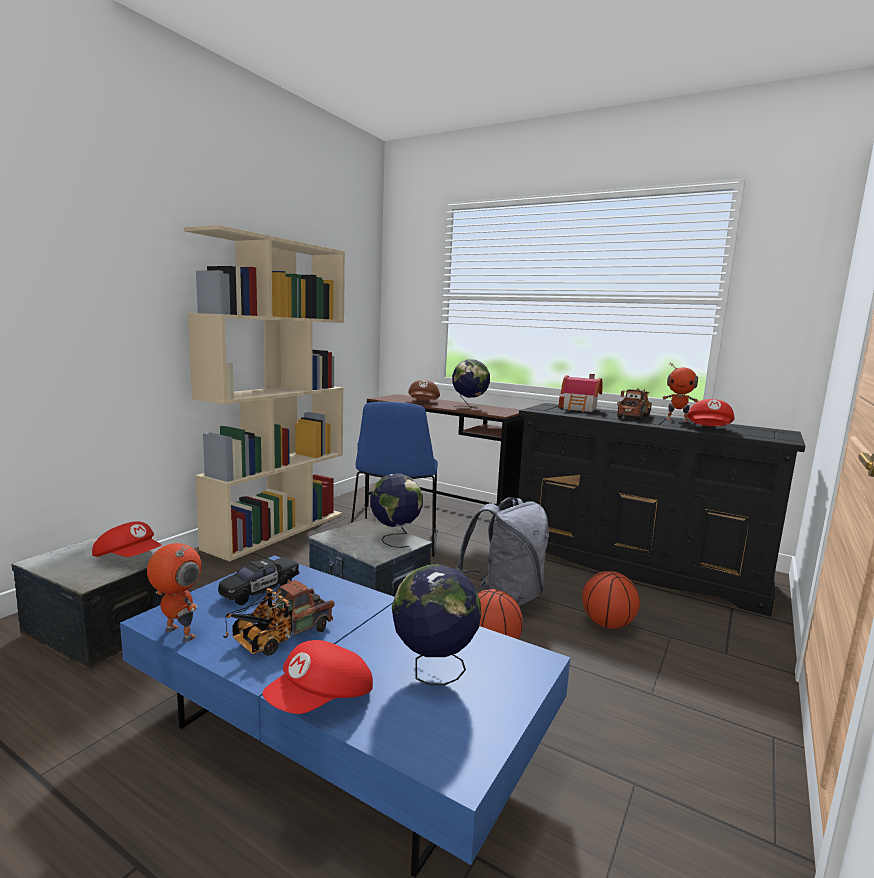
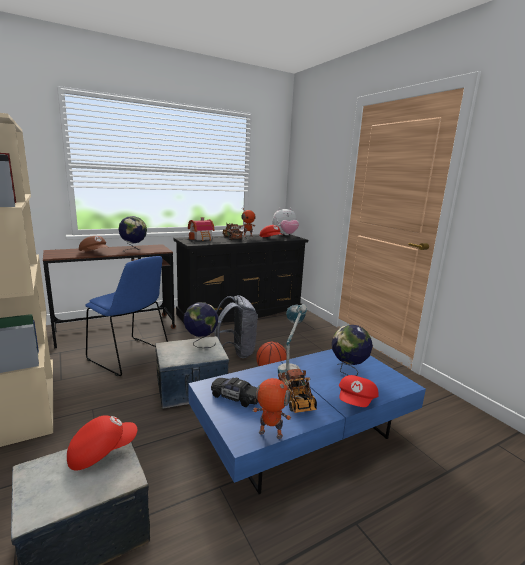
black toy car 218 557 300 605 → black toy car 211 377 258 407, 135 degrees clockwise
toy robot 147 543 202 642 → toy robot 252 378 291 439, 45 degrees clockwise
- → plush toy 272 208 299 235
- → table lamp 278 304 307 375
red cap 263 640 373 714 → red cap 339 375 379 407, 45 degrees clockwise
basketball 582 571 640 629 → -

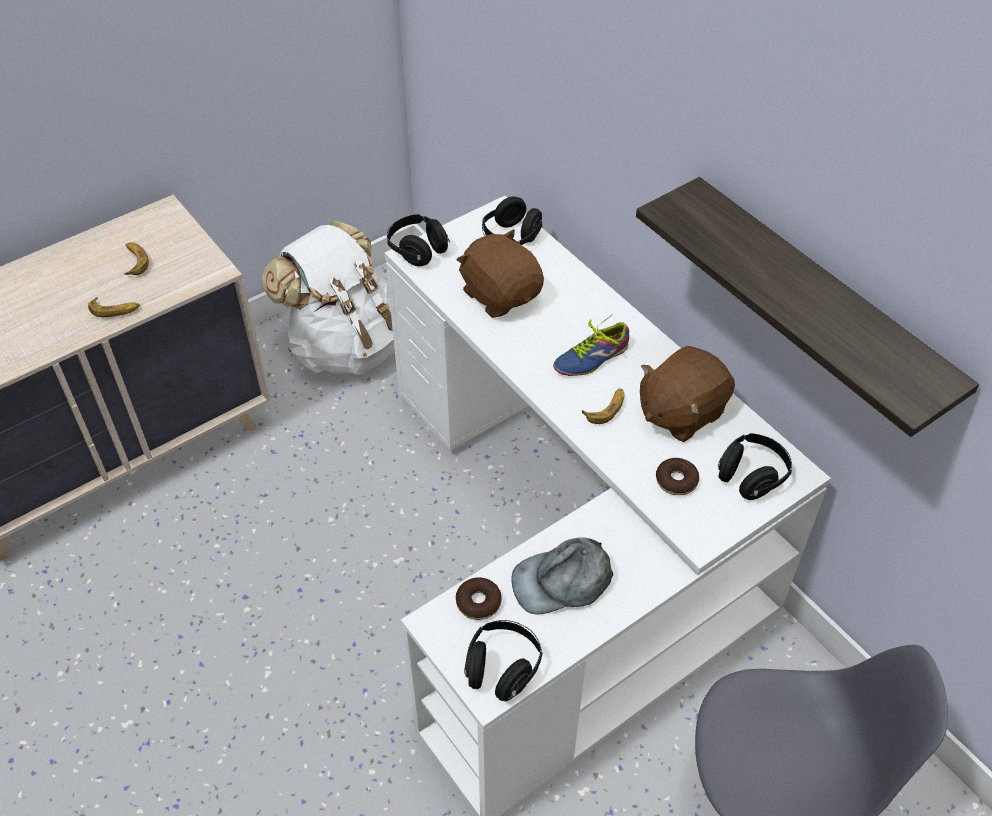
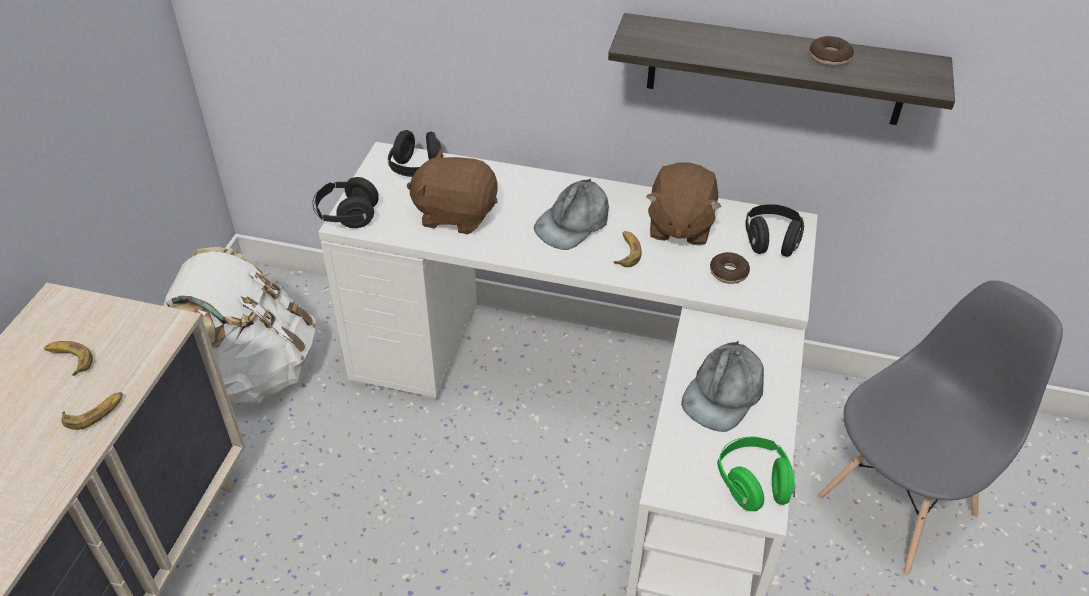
shoe 553 315 629 376 → grey cap 534 179 609 250
black headphones 464 620 542 701 → green headphones 717 437 796 511
donut 456 577 502 620 → donut 810 36 854 67, move

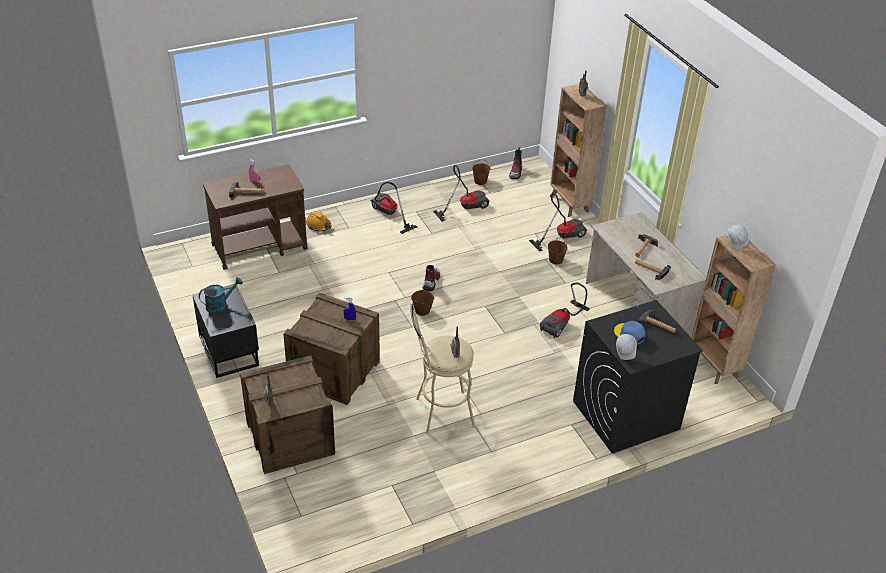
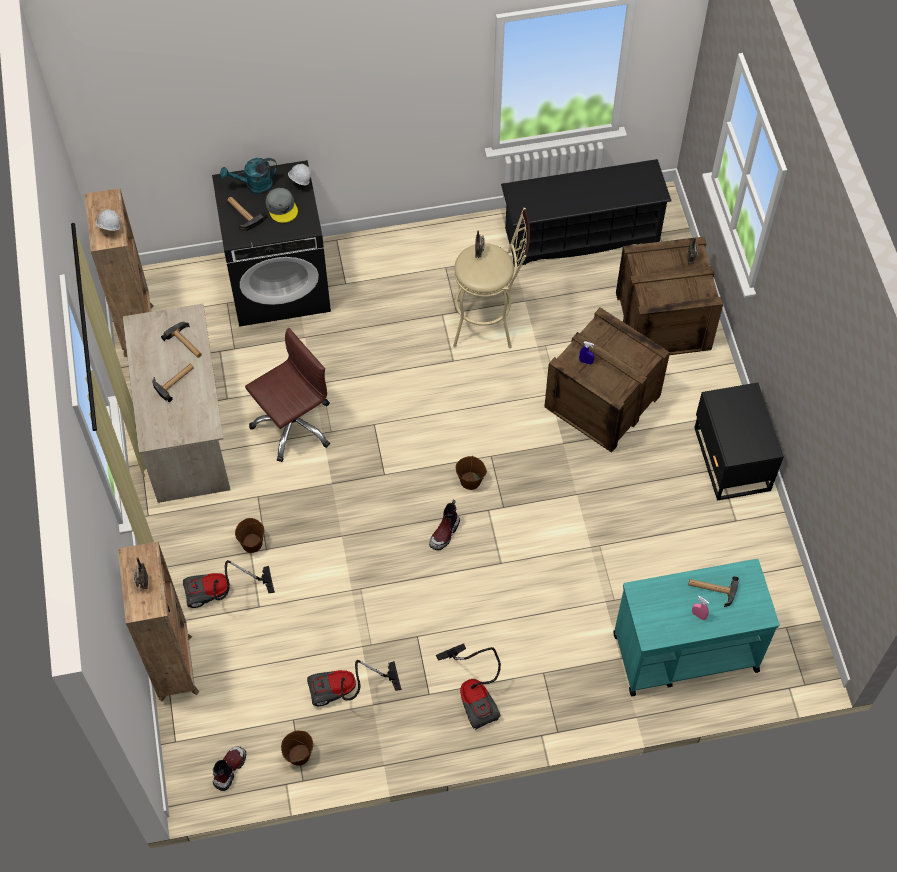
turquoise watering can 199 277 243 314 → turquoise watering can 220 158 277 194, move
vacuum cleaner 540 282 590 338 → brown office chair 245 328 330 462
blue cap 614 321 646 345 → grey cap 266 188 298 223
- → black shoe rack 501 159 671 266
brown cart 203 164 308 270 → turquoise cart 613 559 779 696
orange hard hat 306 212 332 232 → -

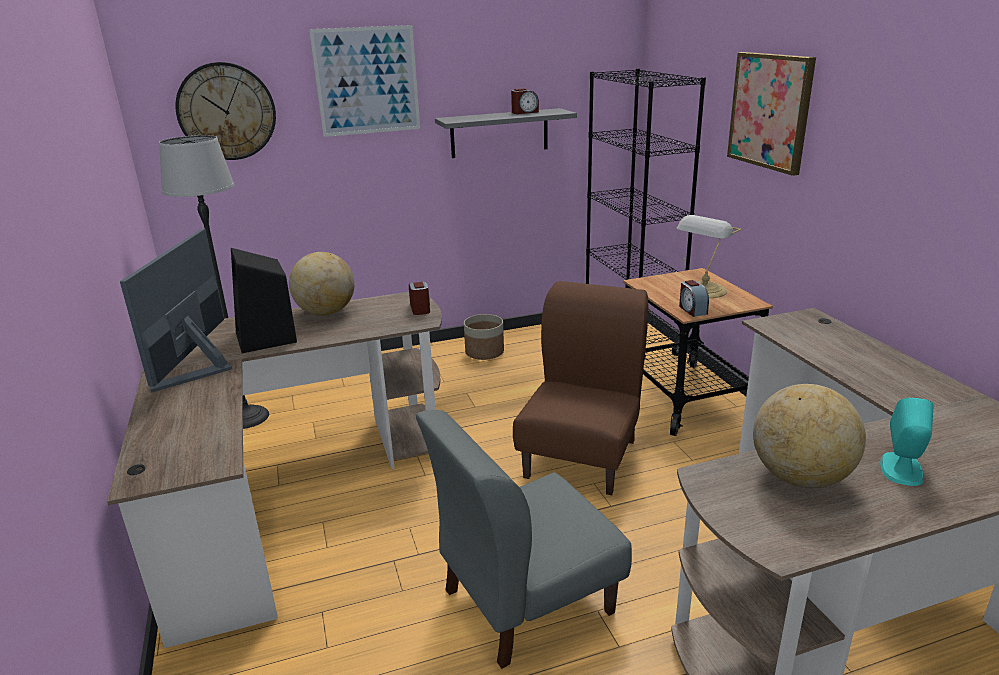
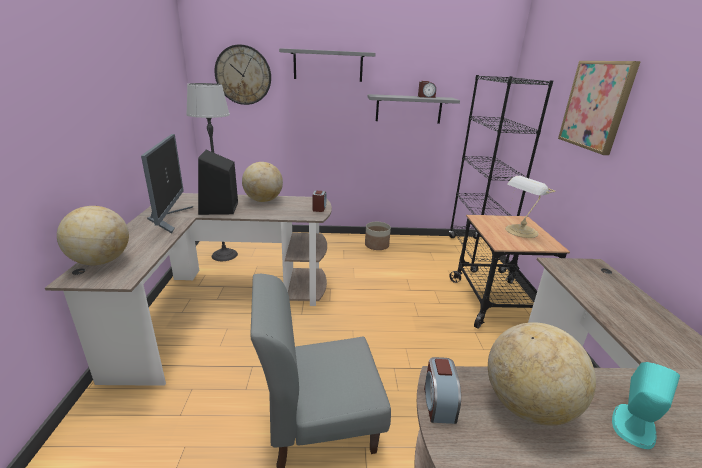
- → globe 57 206 129 265
monitor 120 229 232 393 → monitor 141 134 193 234, 150 degrees clockwise
picture 309 25 420 137 → grey shelf 279 48 376 82
alarm clock 679 280 709 317 → alarm clock 424 357 461 424, move
brown chair 513 281 648 495 → -

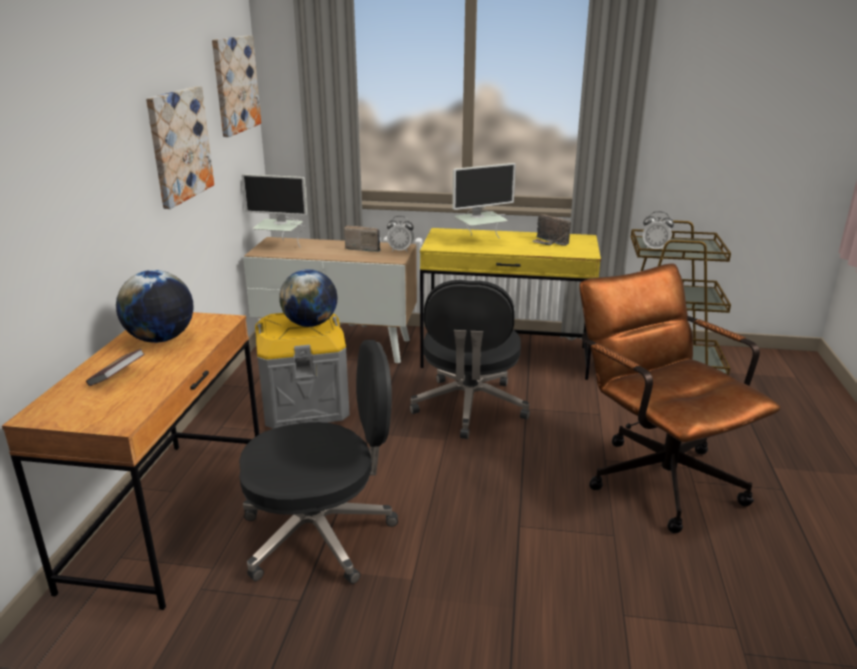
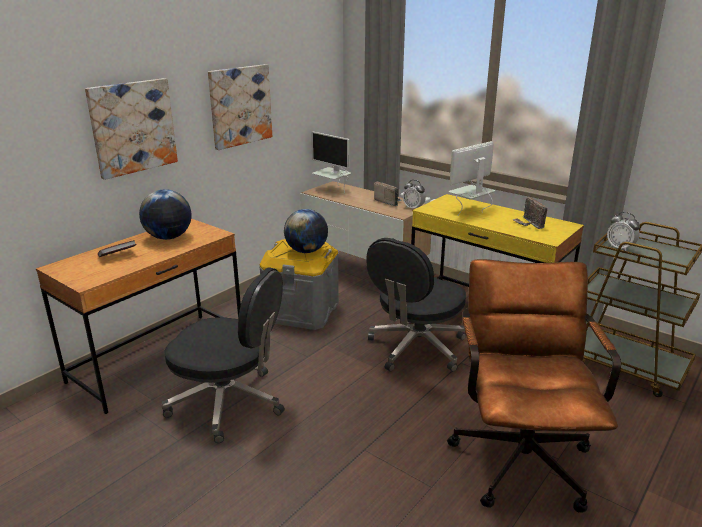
picture 212 35 261 137 → picture 85 78 178 180, move
monitor 452 163 516 239 → monitor 448 141 495 216, 135 degrees clockwise

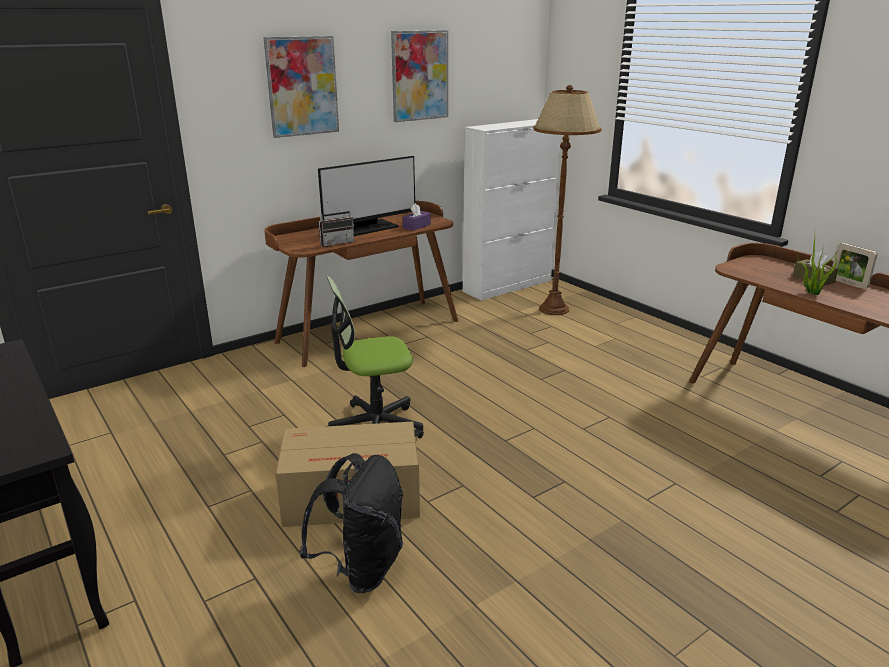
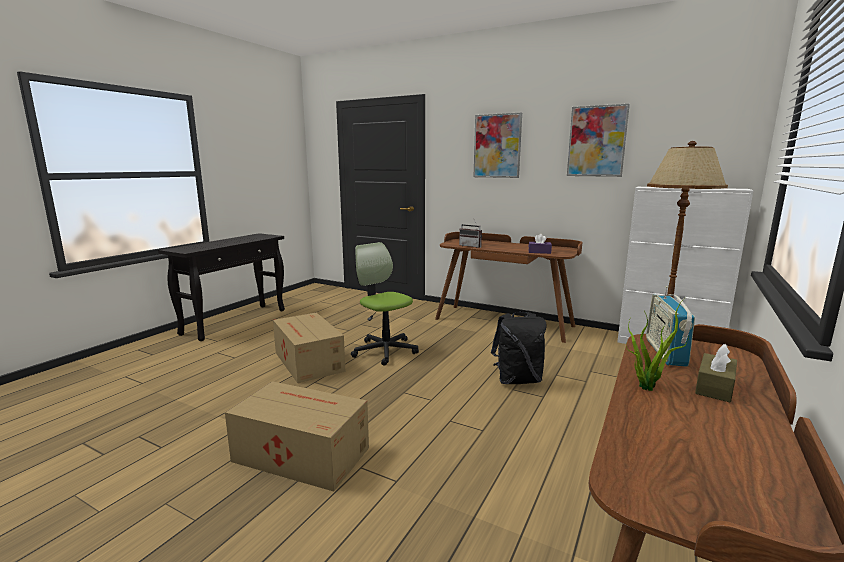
- → cardboard box 225 381 369 492
black backpack 300 453 403 593 → black backpack 491 312 546 384, move
- → radio 646 286 695 367
monitor 318 156 415 236 → -
picture frame 832 243 877 289 → -

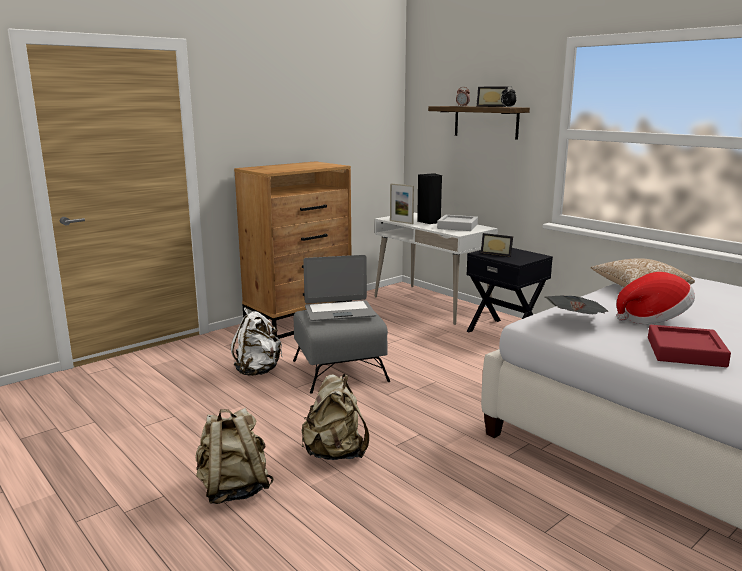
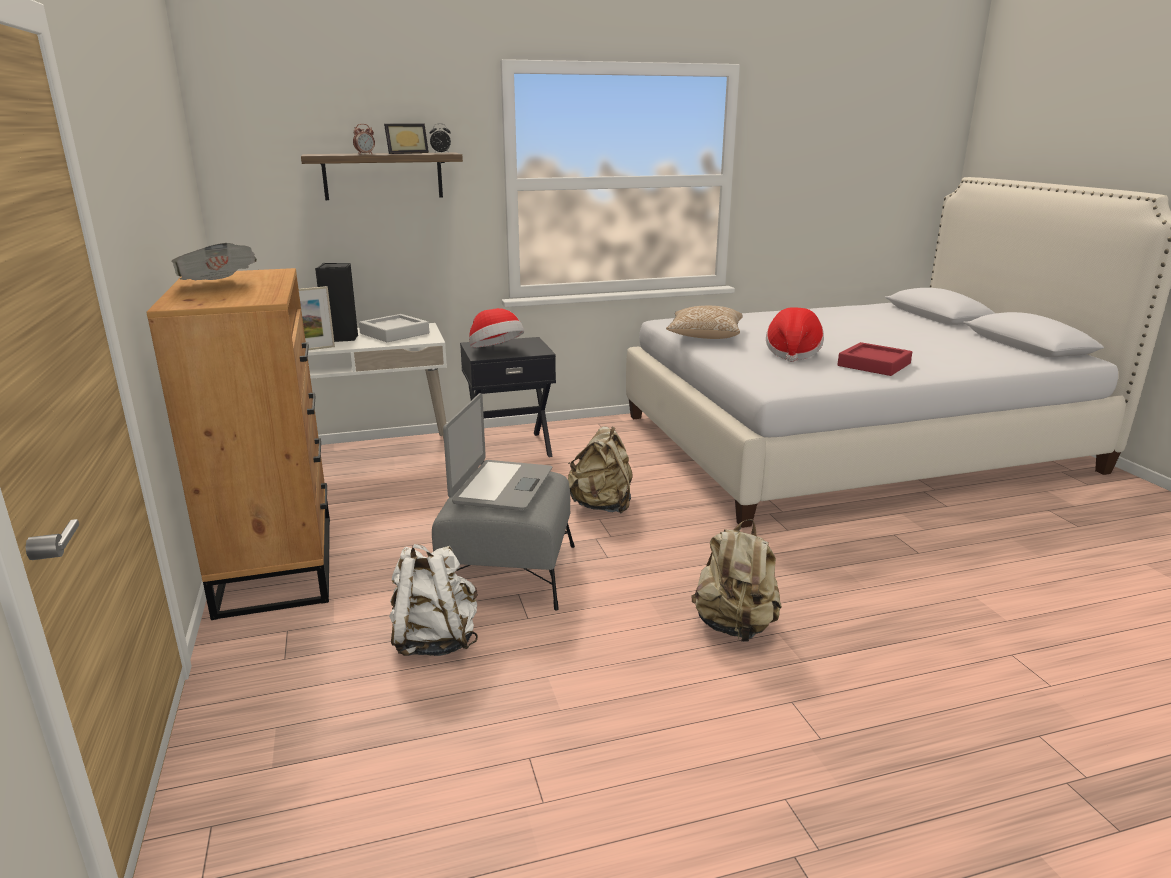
newspaper 545 296 608 314 → newspaper 172 243 257 280, move
picture frame 481 233 513 257 → hat 469 308 524 348
beige backpack 196 408 274 504 → beige backpack 568 426 633 513, move

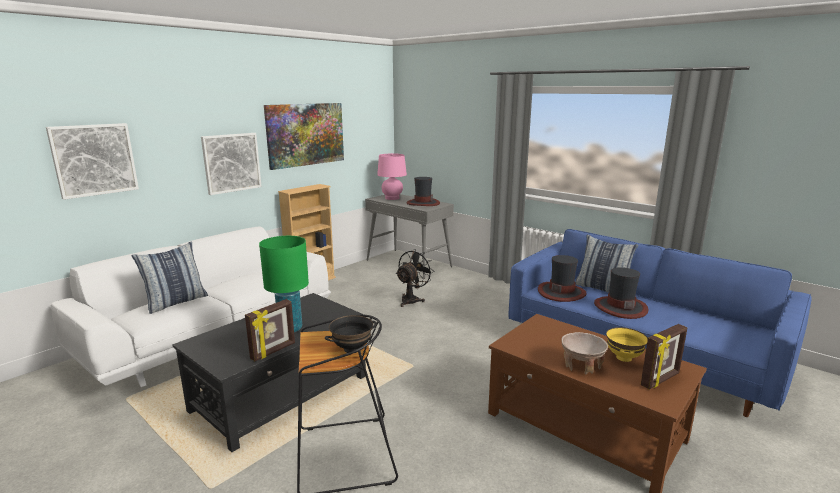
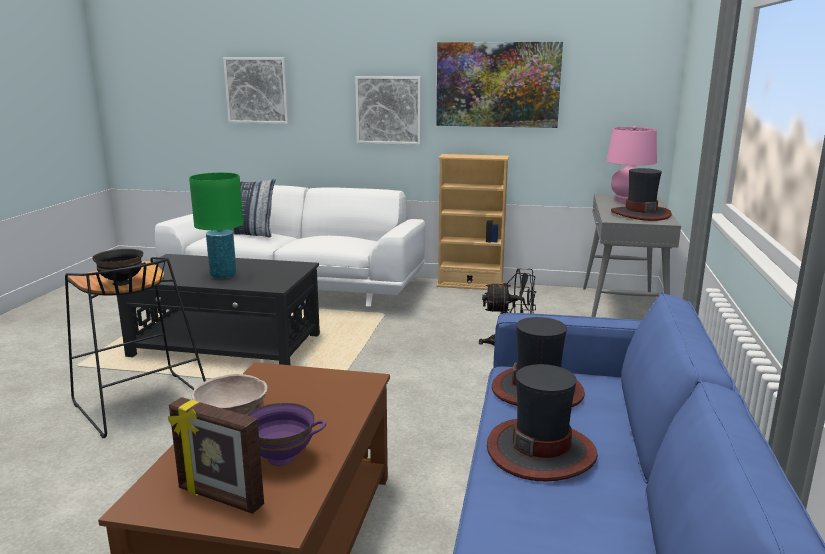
yellow bowl 606 327 648 362 → purple bowl 247 403 326 466
picture frame 245 299 295 361 → -
pillow 575 235 638 293 → -

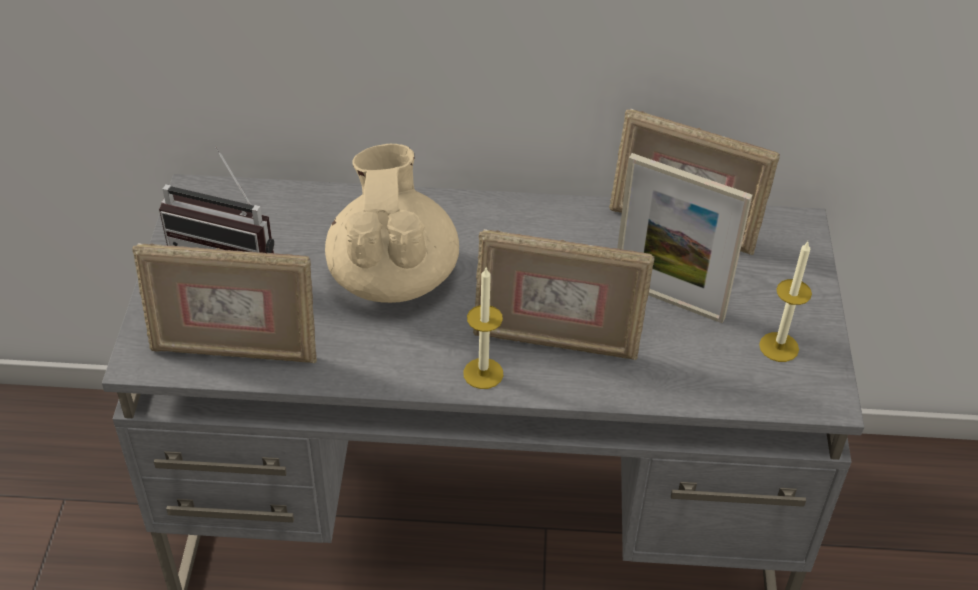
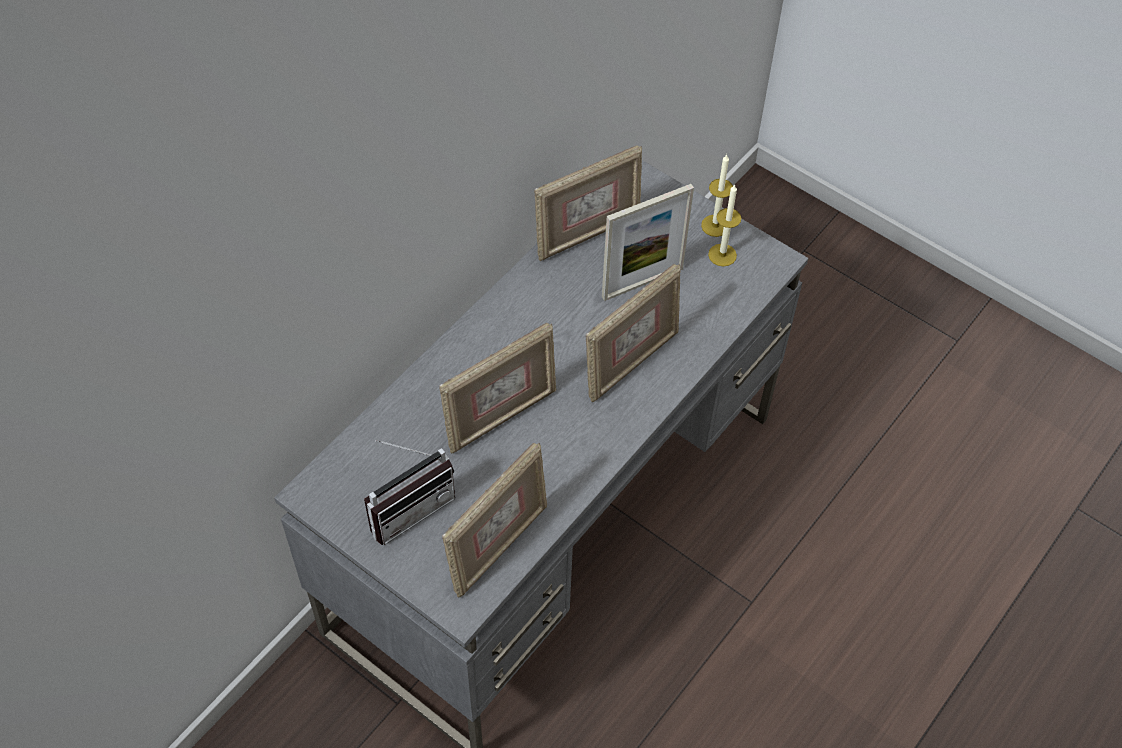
beige teapot 325 144 459 303 → picture frame 439 323 557 453
candle 463 268 503 389 → candle 701 155 733 237, move

